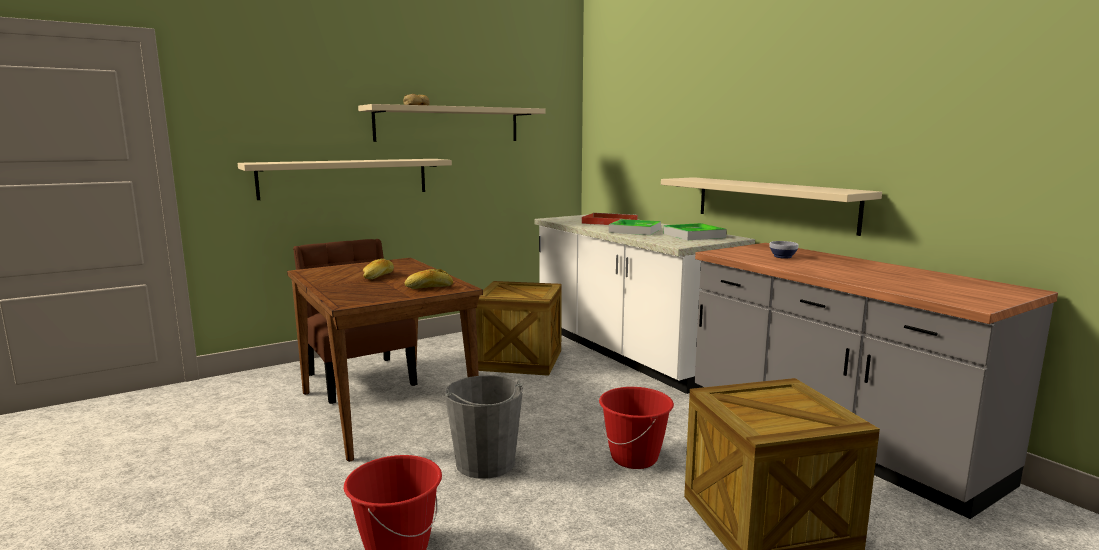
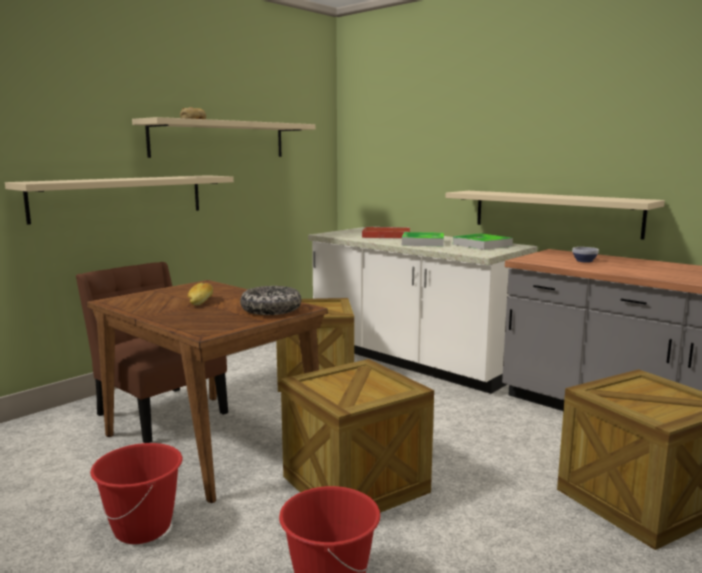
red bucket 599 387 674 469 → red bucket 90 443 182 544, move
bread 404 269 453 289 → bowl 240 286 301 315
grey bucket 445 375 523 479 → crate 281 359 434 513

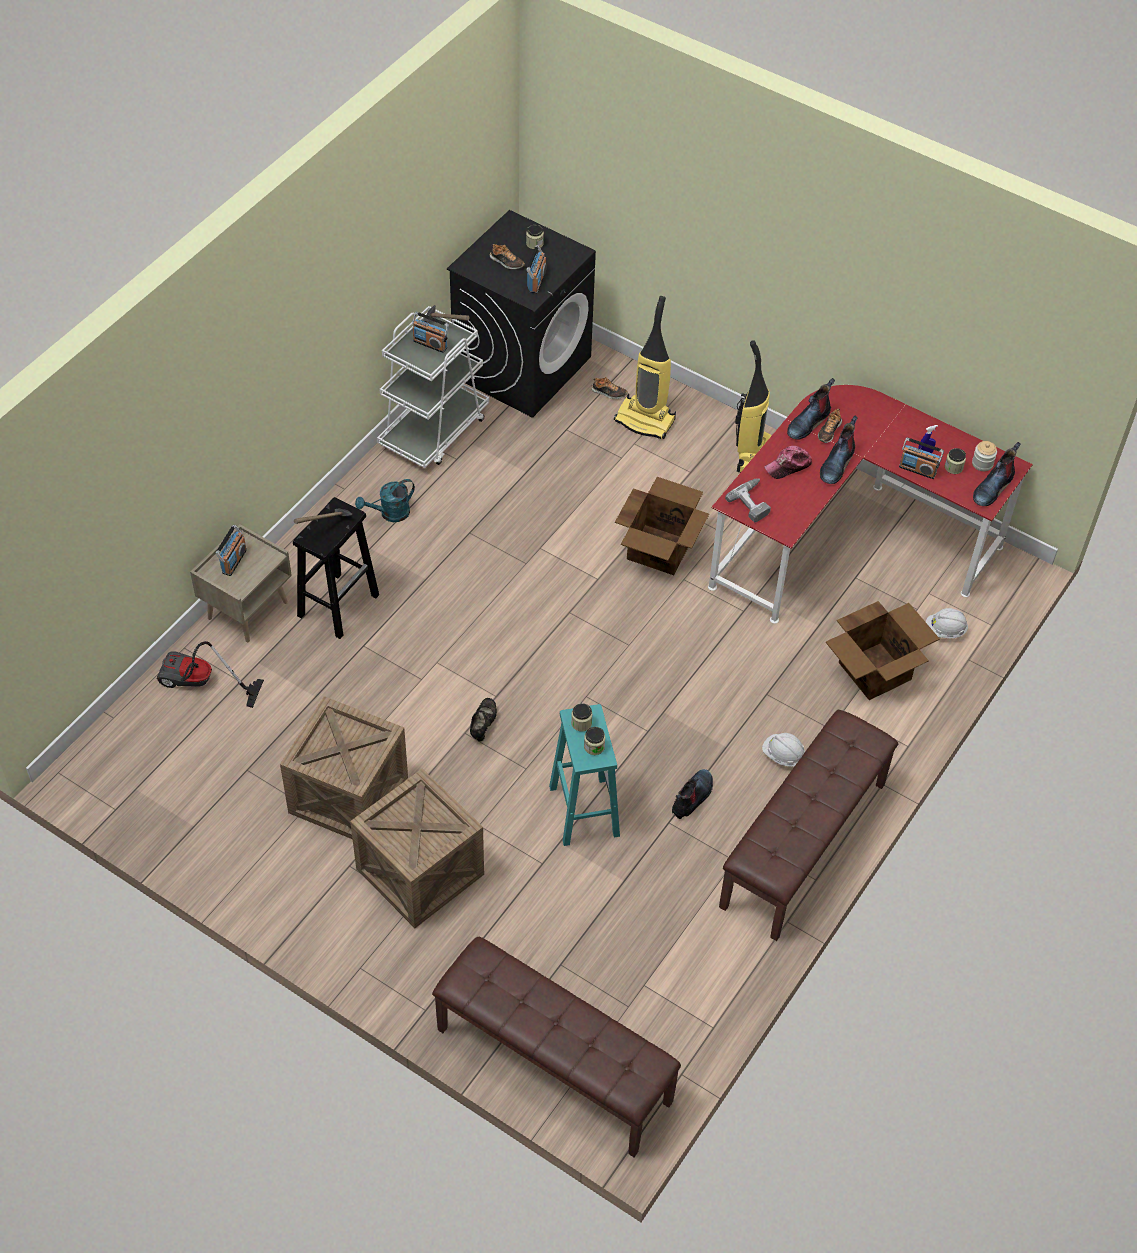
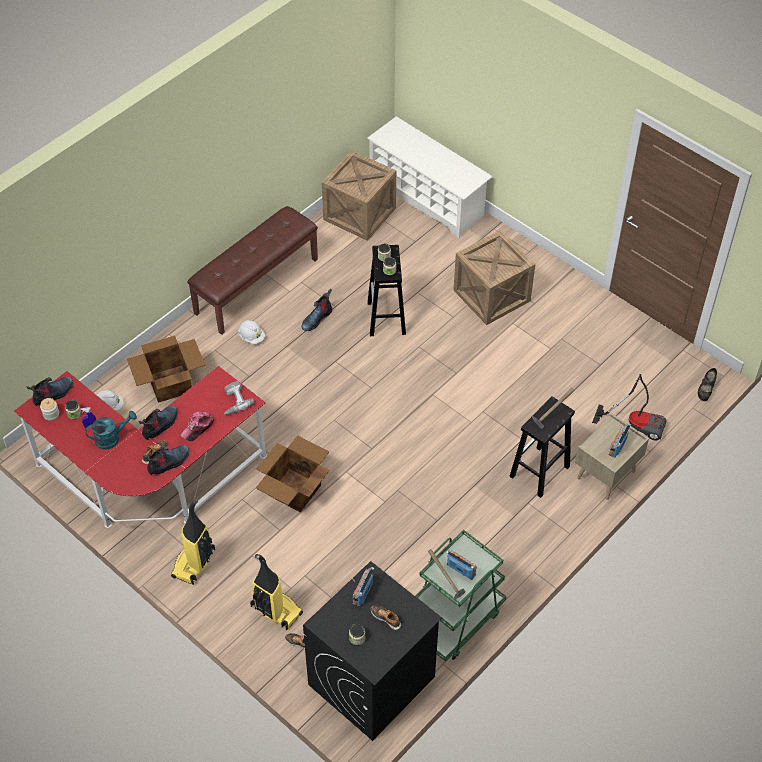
turquoise watering can 355 479 415 522 → turquoise watering can 86 411 137 449, move
cap 764 446 812 479 → cap 180 411 214 441, 150 degrees clockwise
crate 280 696 408 839 → crate 322 150 396 241, move
brown bench 432 937 681 1157 → white shoe rack 367 117 492 238
turquoise stool 549 704 620 846 → black stool 367 245 406 336
white cart 377 306 489 468 → green cart 415 530 507 662
black shoe 470 698 497 742 → black shoe 698 368 717 401, move
radio 899 437 944 479 → -

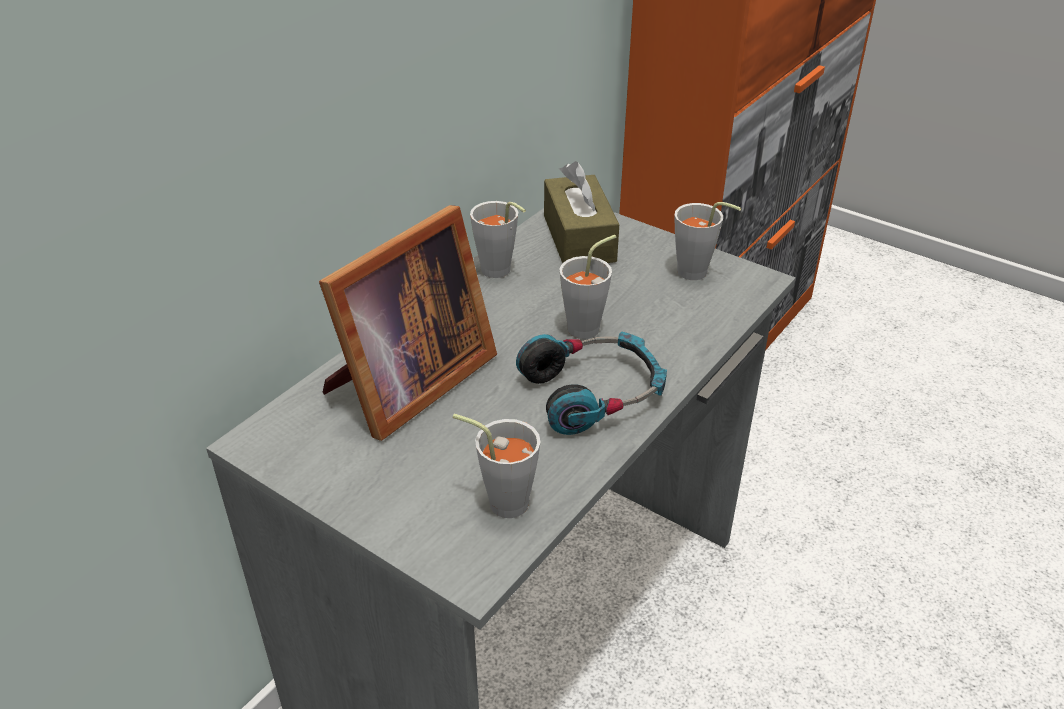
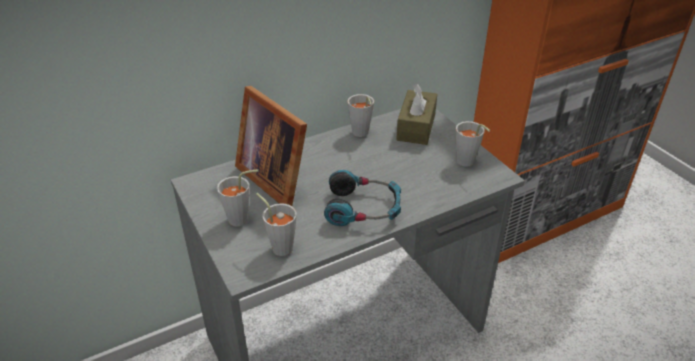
grey cup 559 235 616 339 → grey cup 217 169 259 227, move
picture frame 319 205 497 441 → picture frame 235 86 307 206, 75 degrees clockwise

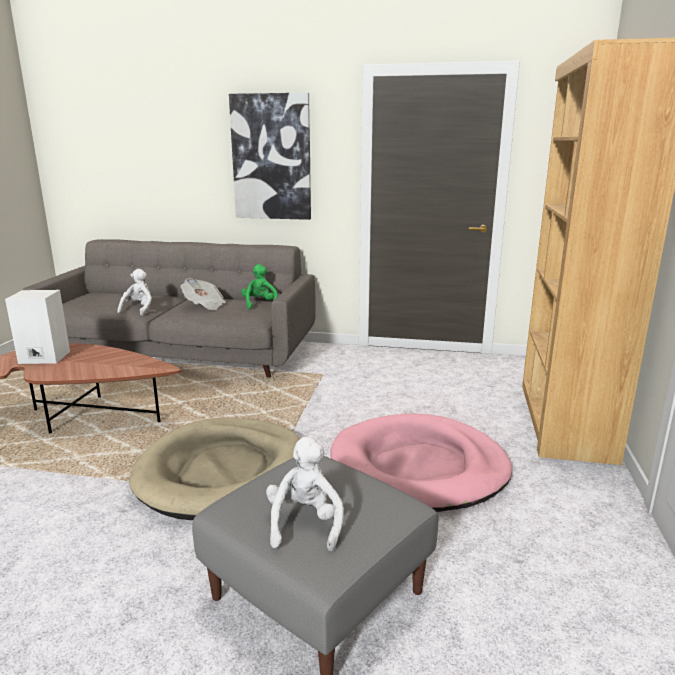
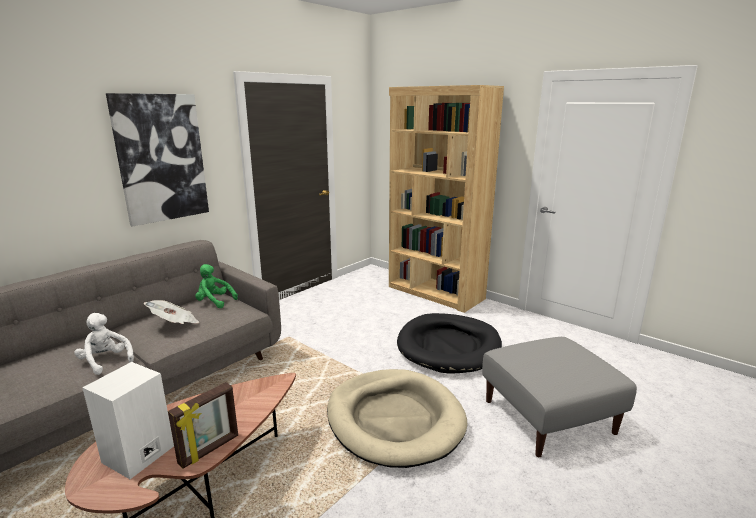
- → picture frame 168 382 238 469
pink dog bed 330 413 512 512 → black dog bed 397 313 502 374
white plush toy 266 437 344 551 → -

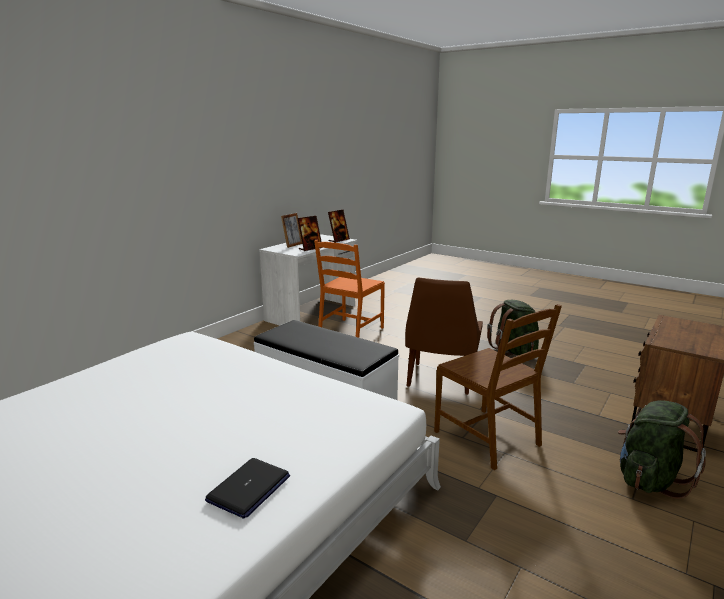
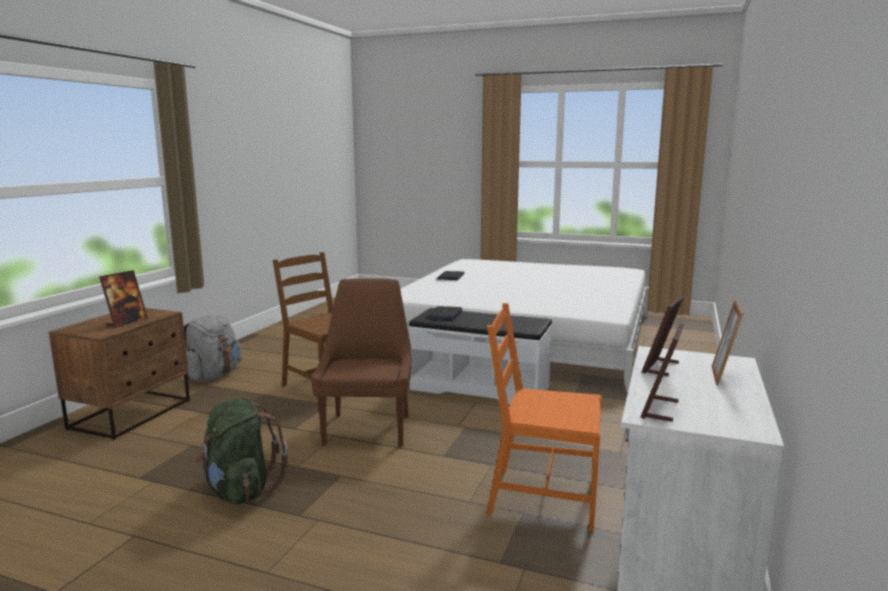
- → picture frame 99 270 148 328
green backpack 618 400 706 499 → grey backpack 184 315 242 381
- → laptop 425 306 463 321
orange chair 314 240 385 338 → orange chair 486 303 602 532, 90 degrees counterclockwise

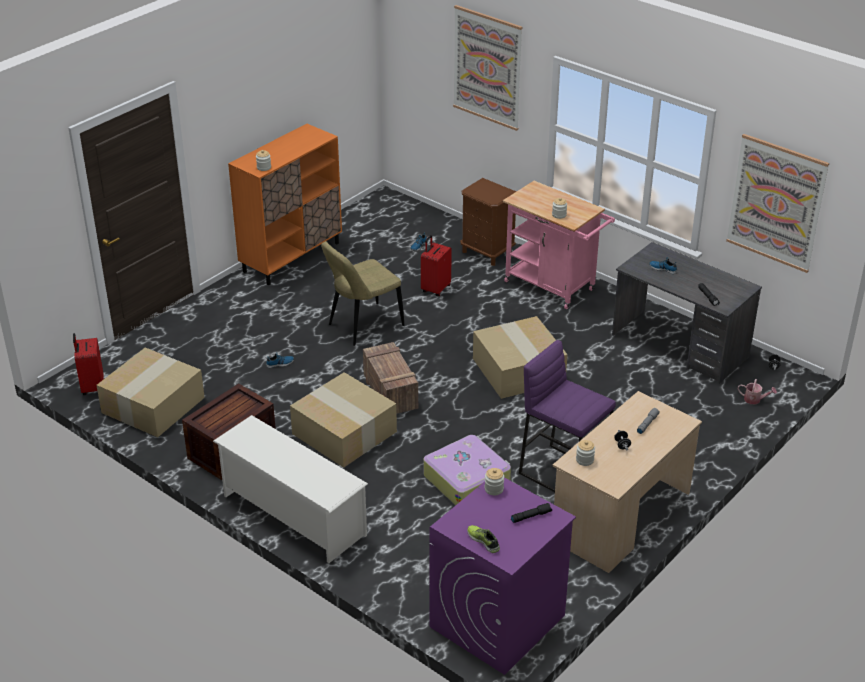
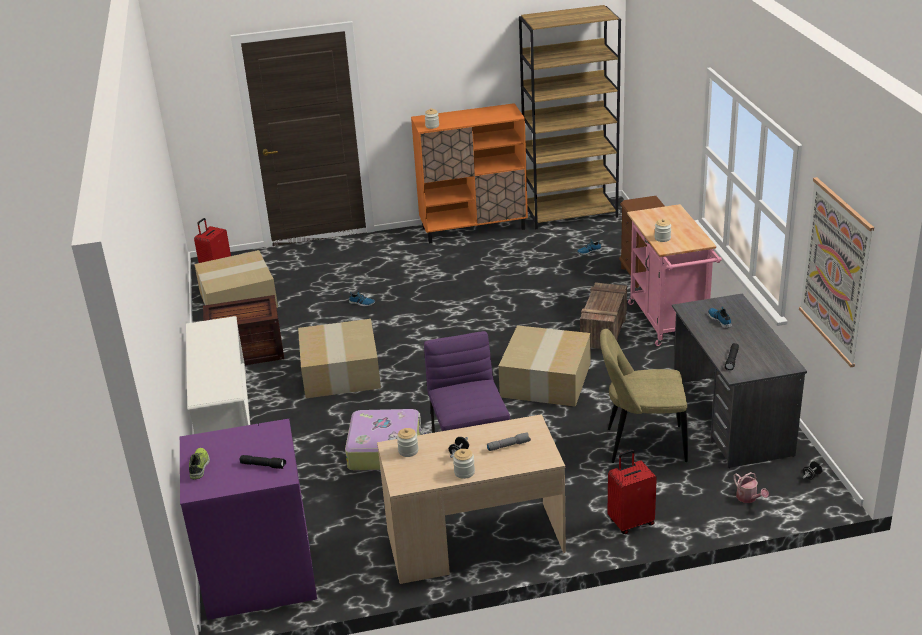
jar 484 468 504 495 → jar 453 449 475 479, move
- → brown bookcase 519 5 621 229
crate 363 342 418 414 → crate 580 282 627 349, move
beige chair 321 241 404 346 → beige chair 600 329 688 463, move
red suitcase 421 235 452 297 → red suitcase 608 450 657 534, move
picture 453 5 523 131 → -

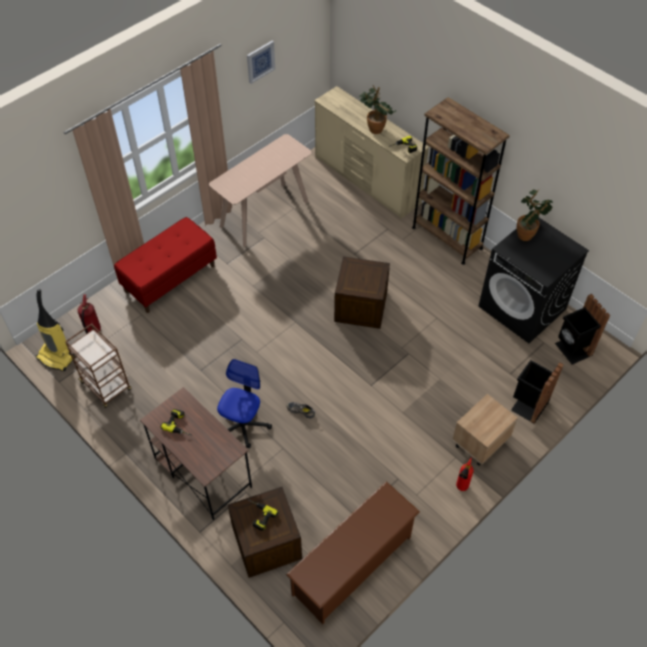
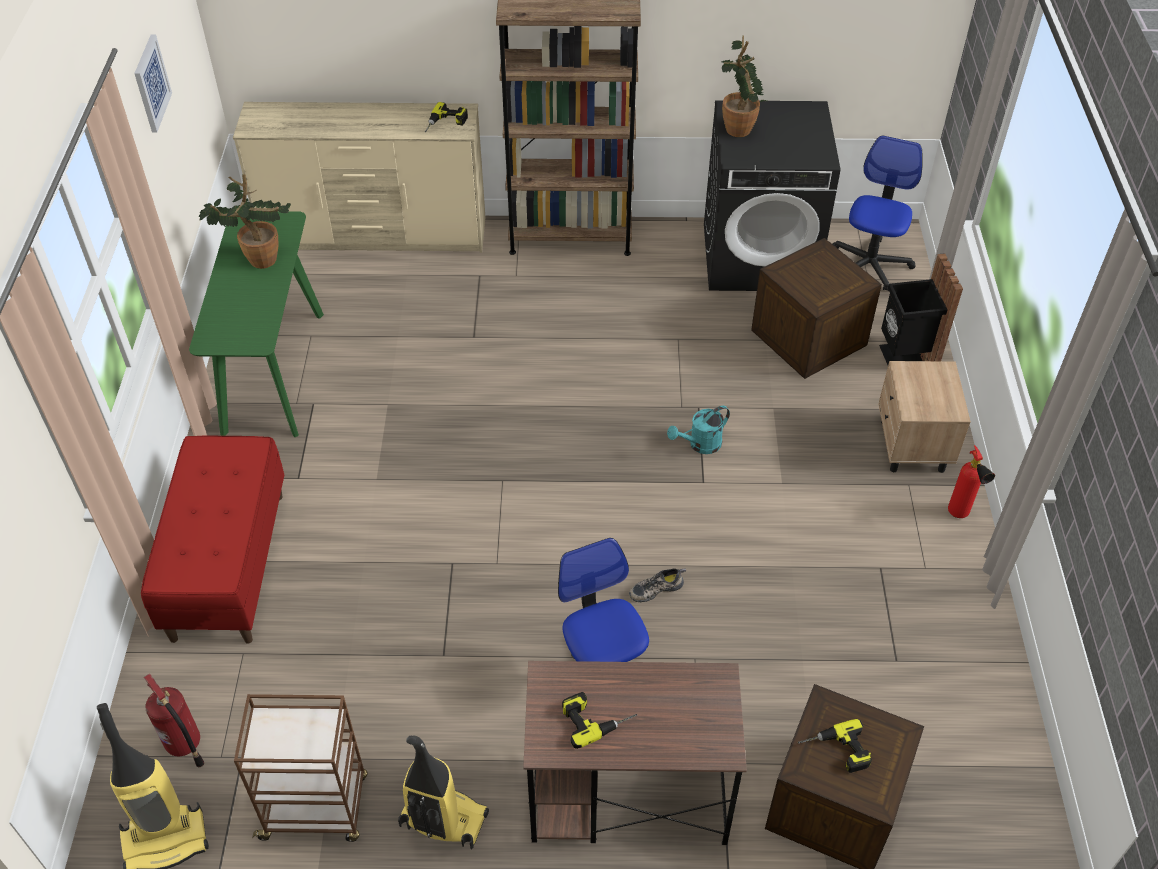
beige console table 209 134 312 247 → green console table 189 211 324 437
potted plant 359 85 396 134 → potted plant 198 174 291 269, move
- → vacuum cleaner 398 735 489 849
- → turquoise watering can 667 406 730 454
crate 334 256 390 329 → crate 751 238 882 379, move
black trash can 555 294 610 365 → office chair 833 136 923 291
brown shoe rack 286 481 420 624 → -

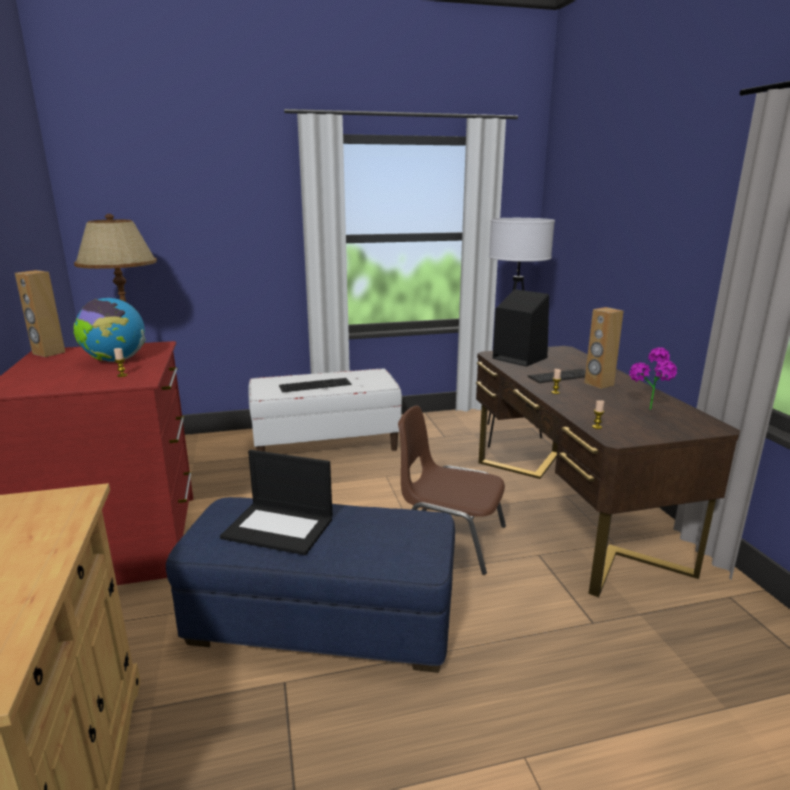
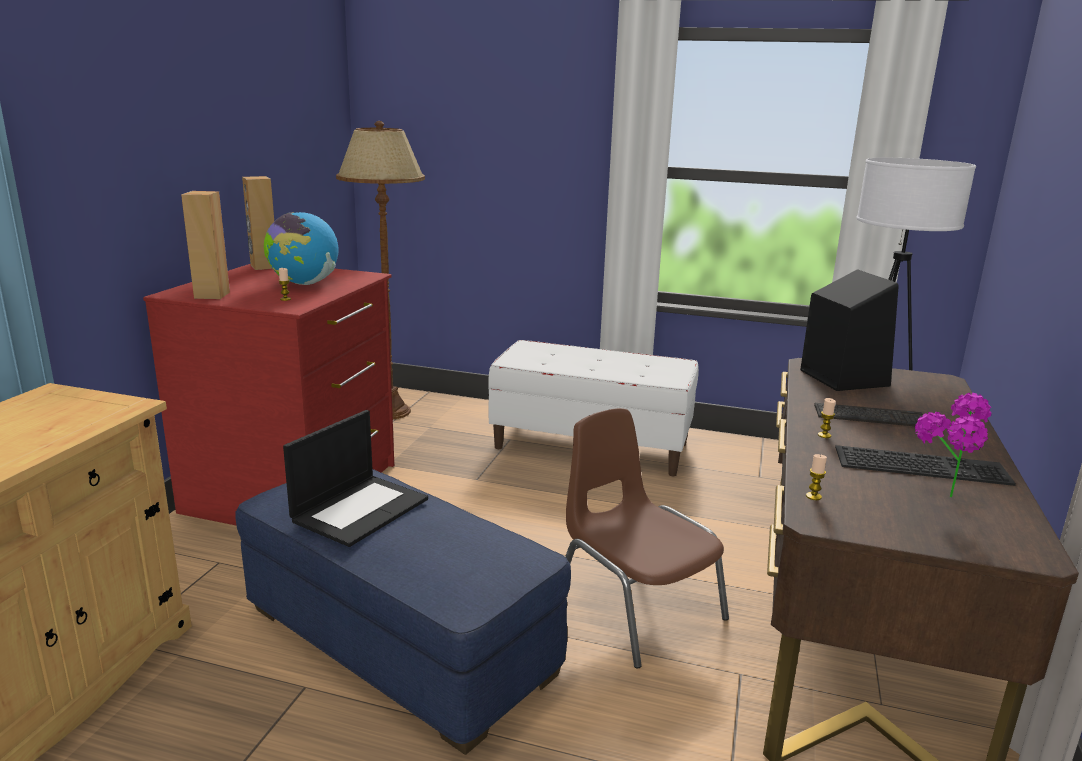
brown speaker 584 307 624 389 → brown speaker 181 191 230 299, move
laptop 220 450 333 555 → laptop 283 410 428 547, 105 degrees counterclockwise
keyboard 279 378 351 392 → keyboard 835 445 1016 486, move

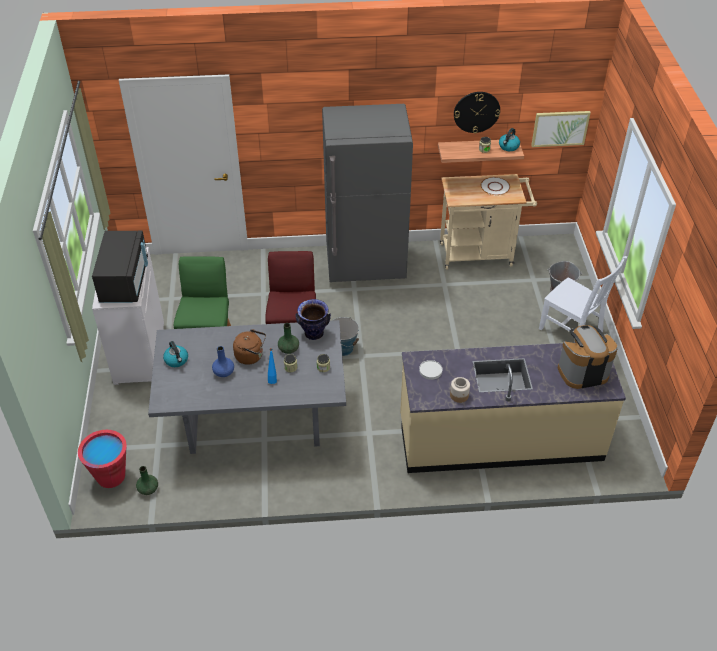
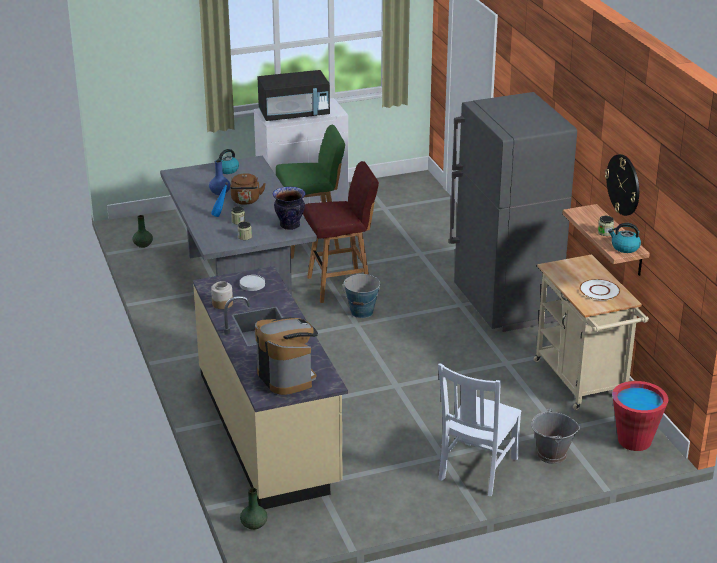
green vase 278 323 299 354 → green vase 240 488 268 530, move
red bucket 78 430 126 488 → red bucket 612 381 668 451, move
picture 531 111 591 147 → -

